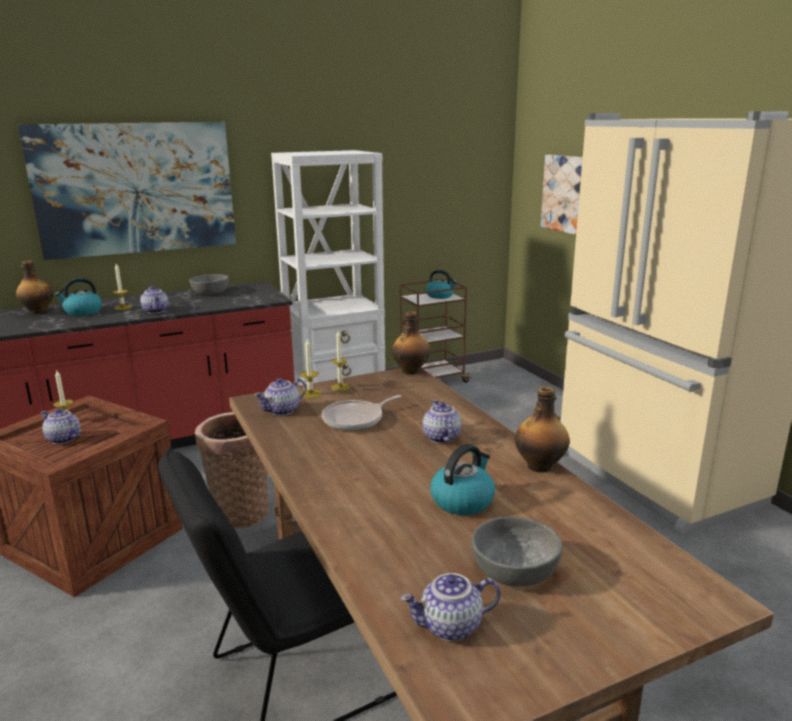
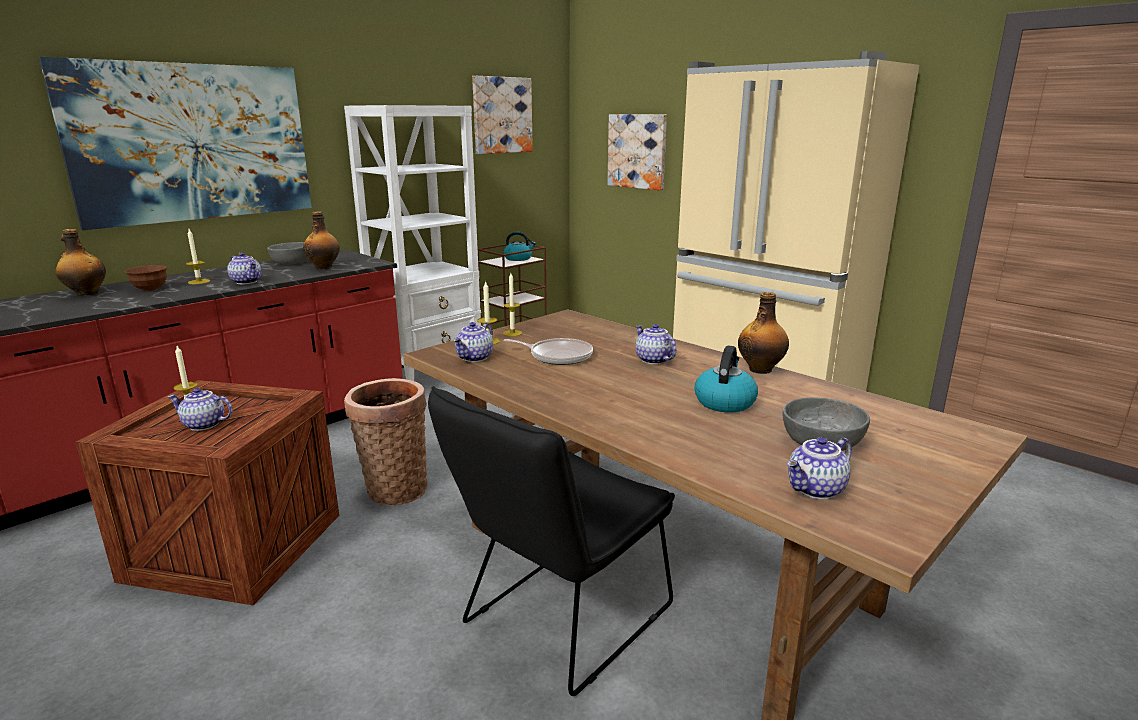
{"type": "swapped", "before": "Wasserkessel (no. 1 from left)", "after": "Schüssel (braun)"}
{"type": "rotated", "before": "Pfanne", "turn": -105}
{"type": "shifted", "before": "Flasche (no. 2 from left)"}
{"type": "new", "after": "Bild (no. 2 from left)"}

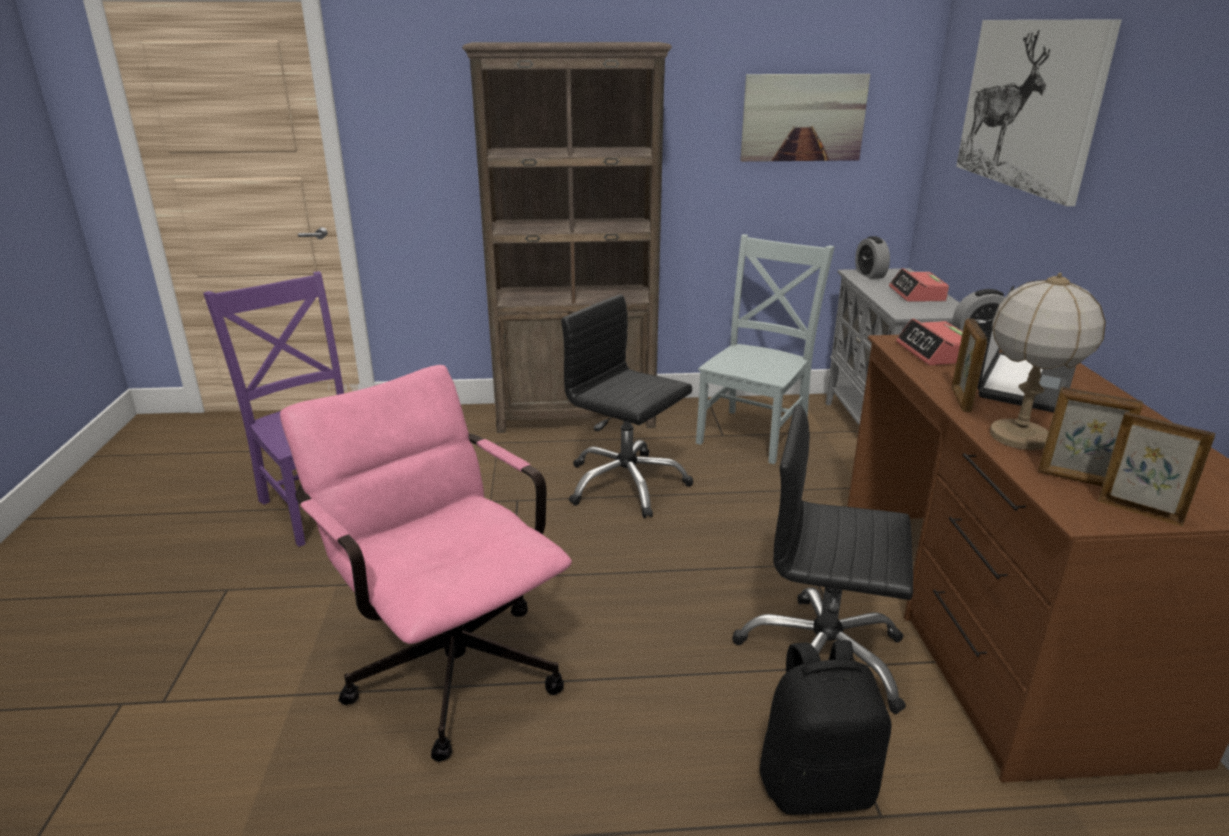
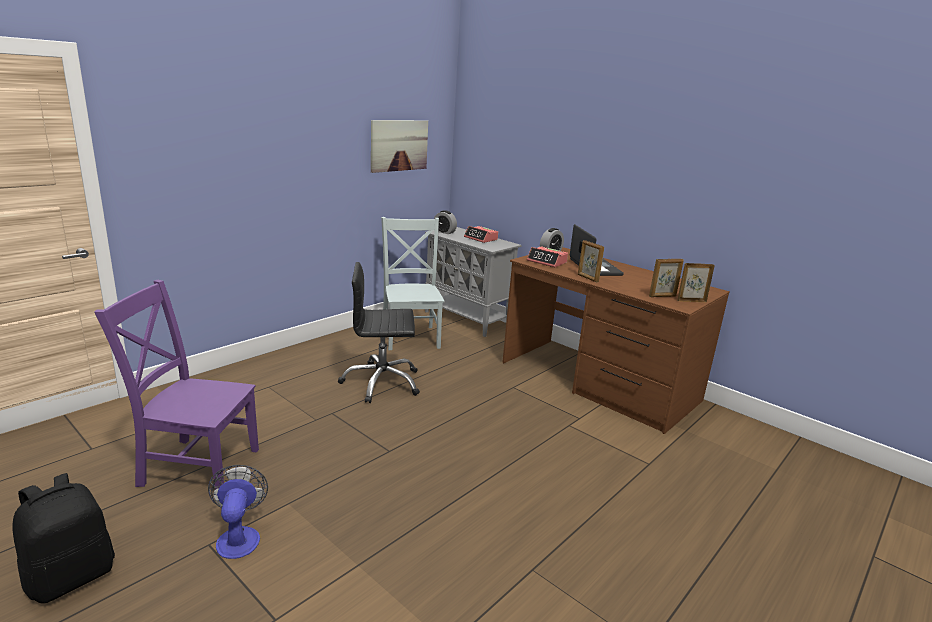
{"type": "gone", "before": "Bürostuhl (rosa)"}
{"type": "gone", "before": "Bücherregal (braun)"}
{"type": "gone", "before": "Bürostuhl (schwarz) (no. 2 from left)"}
{"type": "shifted", "before": "Rucksack (schwarz)"}
{"type": "gone", "before": "Bild (no. 2 from left)"}
{"type": "gone", "before": "Tischlampe"}
{"type": "new", "after": "Ventilator"}

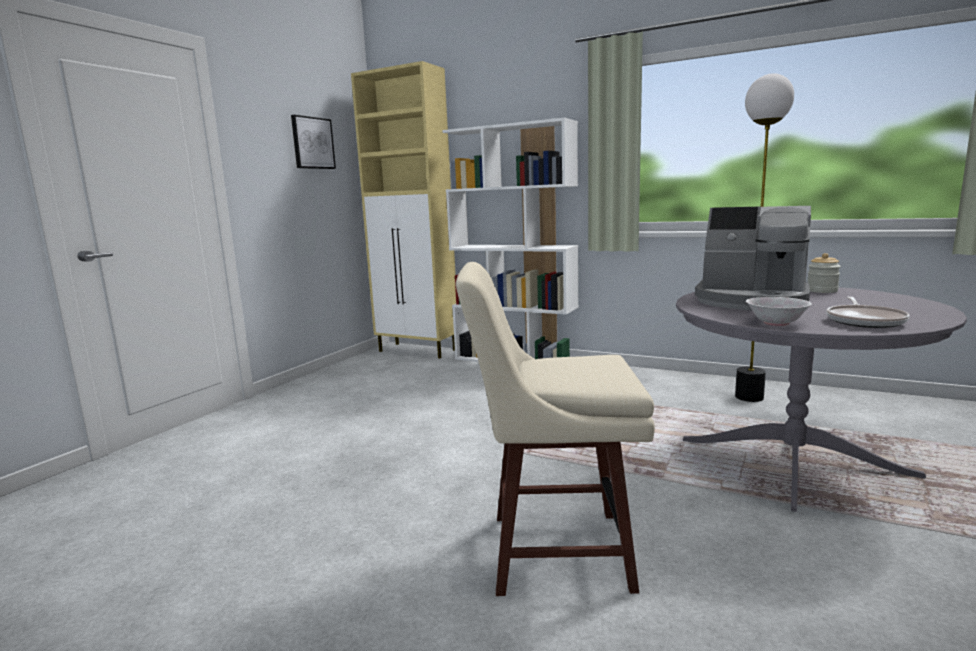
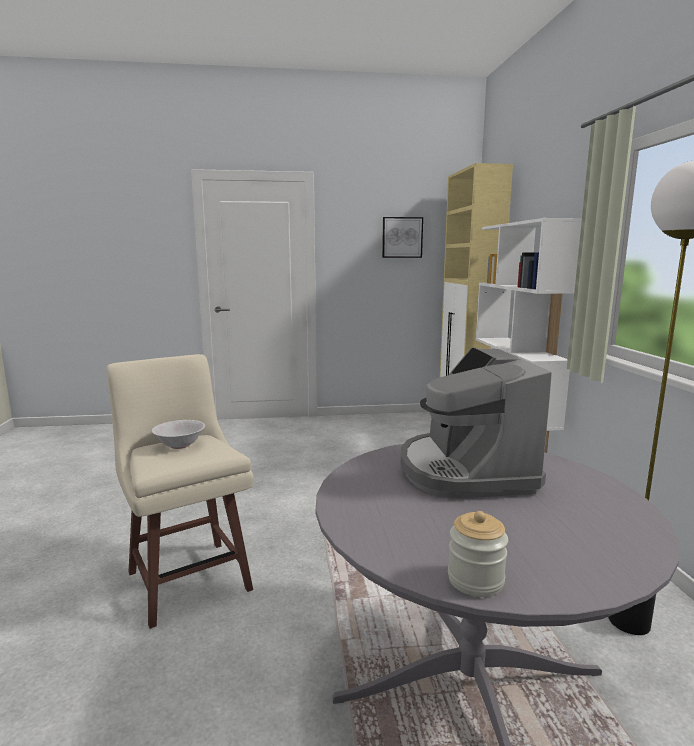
{"type": "shifted", "before": "Schüssel (weiß)"}
{"type": "shifted", "before": "Vorratsglas"}
{"type": "gone", "before": "Pfanne"}

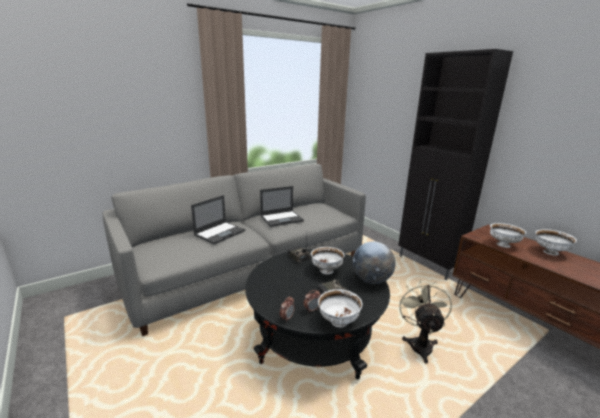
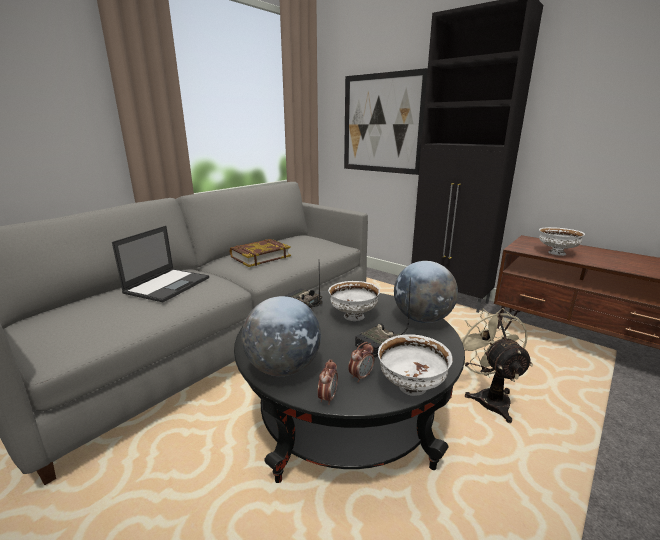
{"type": "swapped", "before": "Laptop (no. 2 from left)", "after": "Buch"}
{"type": "gone", "before": "Schüssel (weiß) (no. 4 from left)"}
{"type": "new", "after": "Globus (no. 1 from left)"}
{"type": "new", "after": "Bild"}

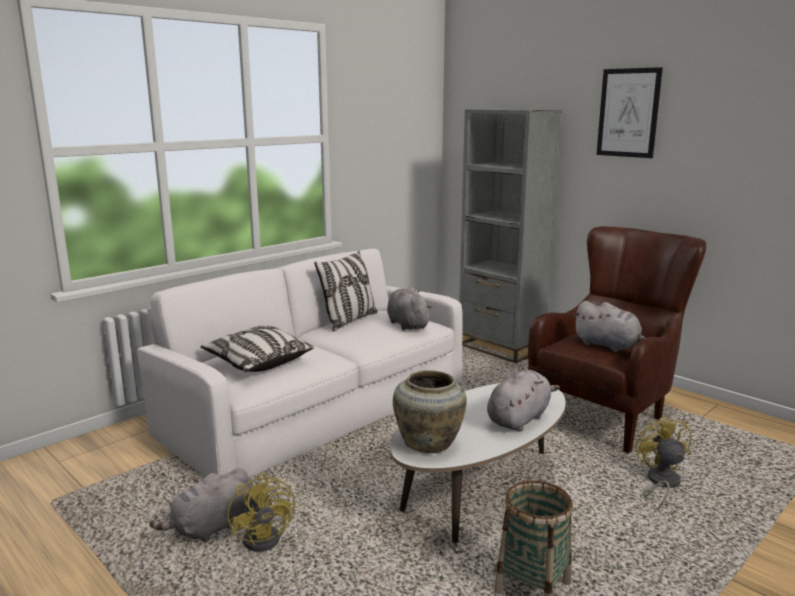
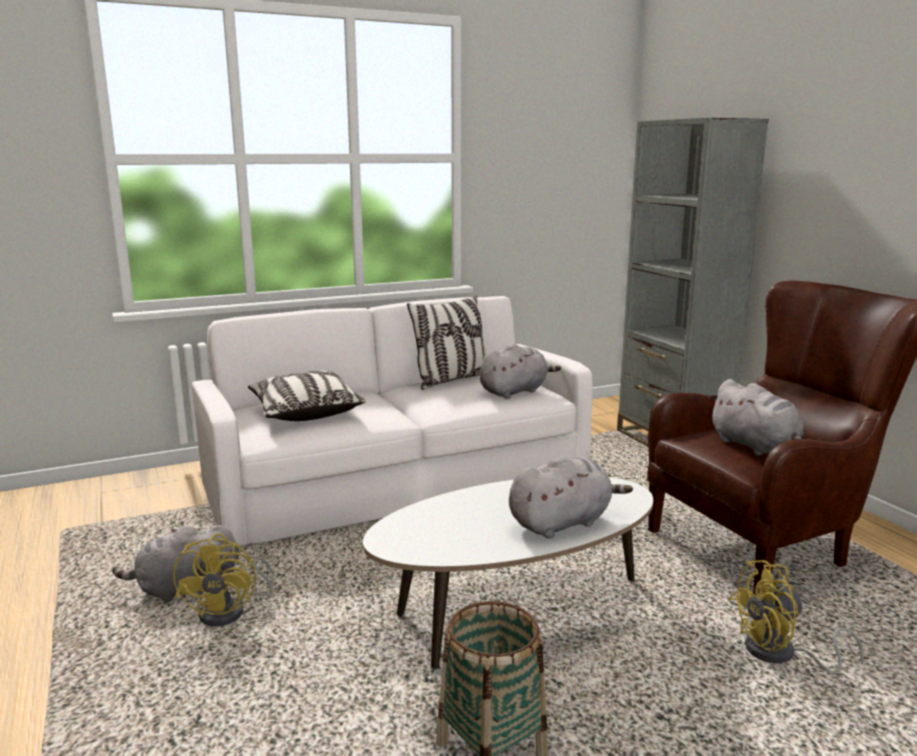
{"type": "rotated", "before": "Plüschtier (grau) (no. 2 from left)", "turn": 60}
{"type": "gone", "before": "Vase (beige)"}
{"type": "gone", "before": "Bild"}
{"type": "rotated", "before": "Ventilator (gelb) (no. 2 from left)", "turn": -120}

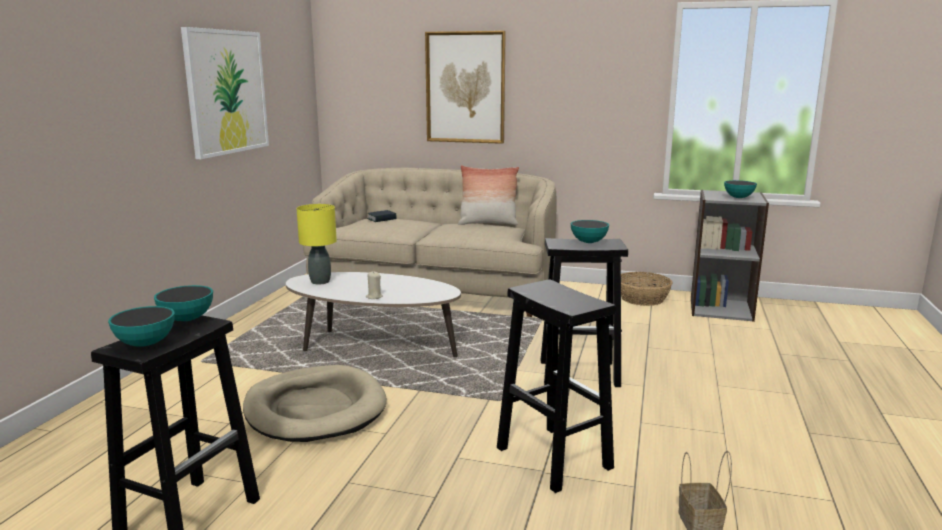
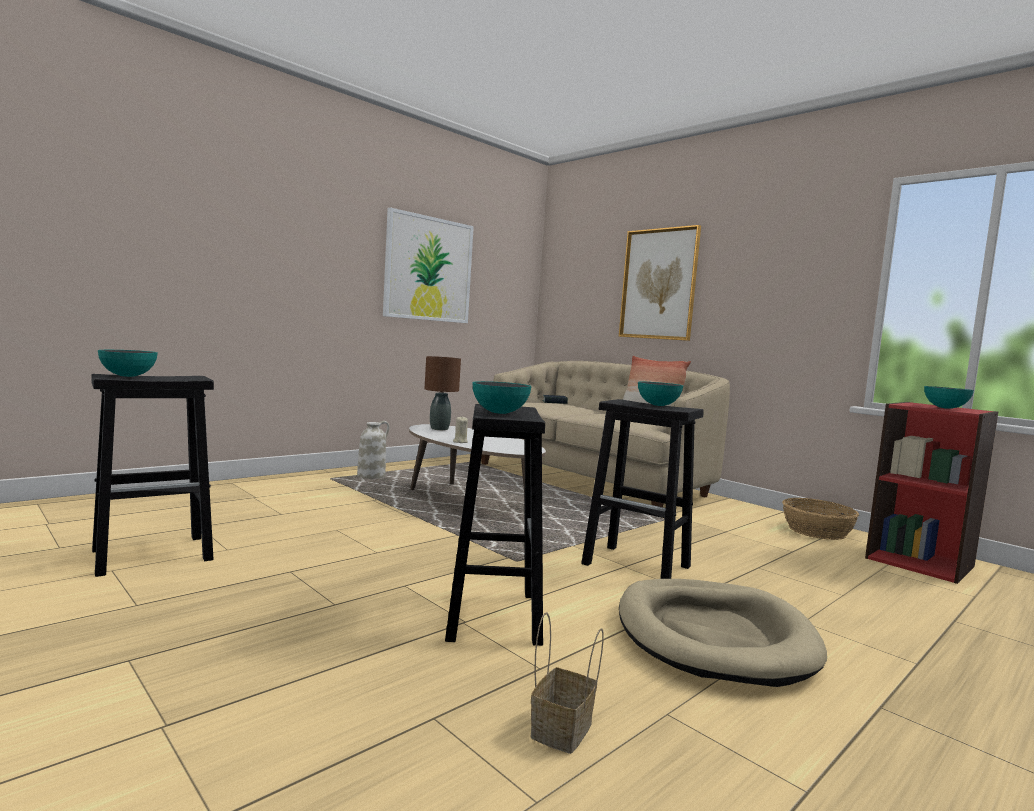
{"type": "shifted", "before": "Schüssel (no. 2 from left)"}
{"type": "shifted", "before": "Hundebett (beige)"}
{"type": "repainted", "before": "Tischlampe (gelb)", "after": "Tischlampe (braun)"}
{"type": "repainted", "before": "Bücherregal (grau)", "after": "Bücherregal (rot)"}
{"type": "new", "after": "Vase (weiß)"}

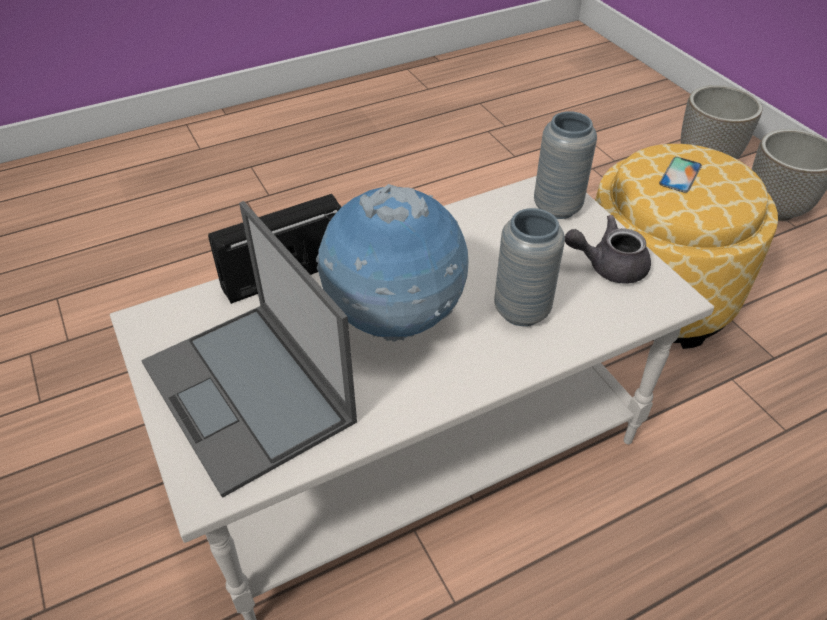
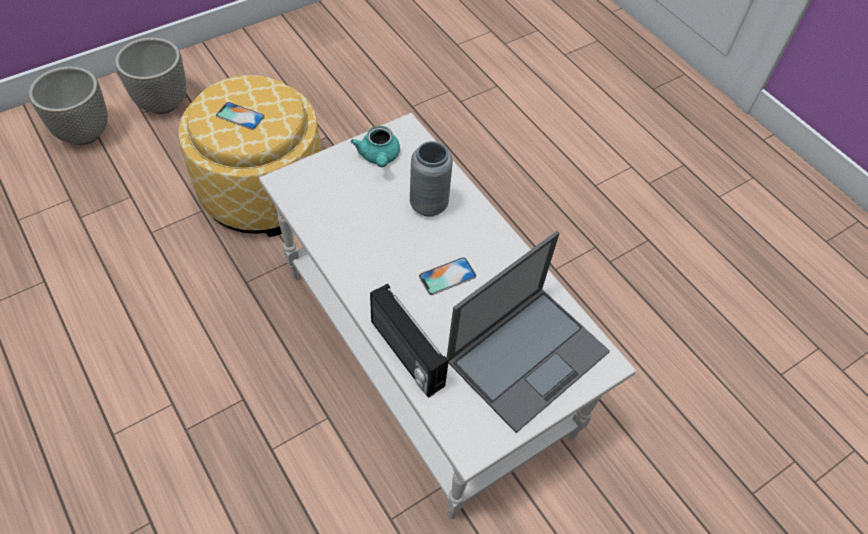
{"type": "swapped", "before": "Globus", "after": "Handy (no. 2 from left)"}
{"type": "gone", "before": "Vase (grau) (no. 2 from left)"}
{"type": "repainted", "before": "Teekanne (grau)", "after": "Teekanne (türkis)"}

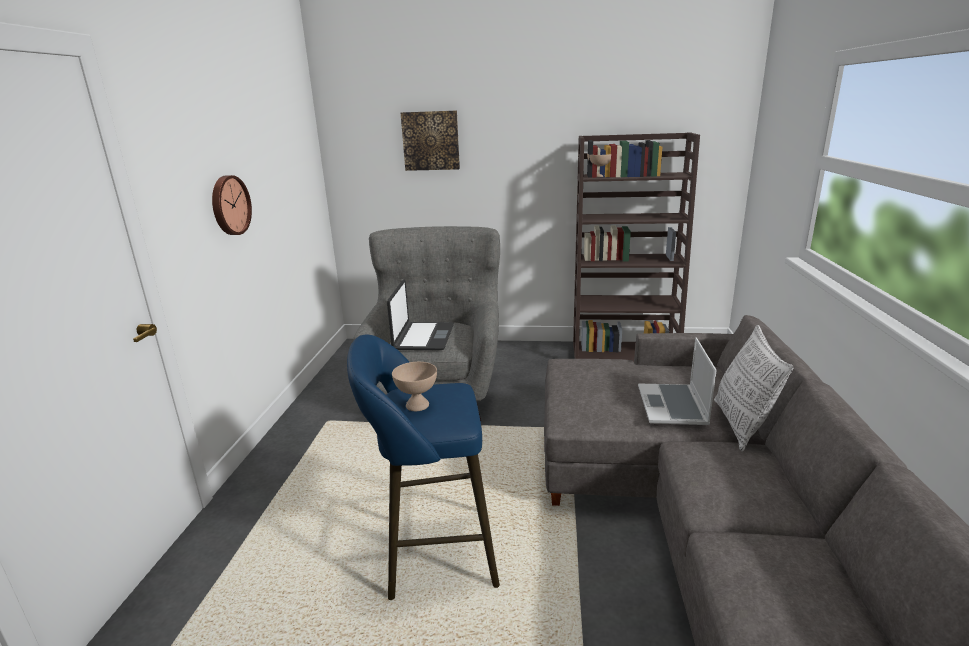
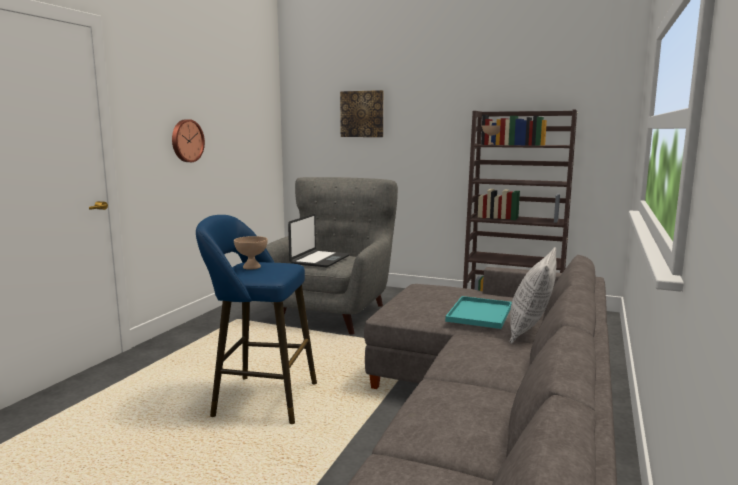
{"type": "swapped", "before": "Laptop (no. 2 from left)", "after": "Tablett (türkis)"}

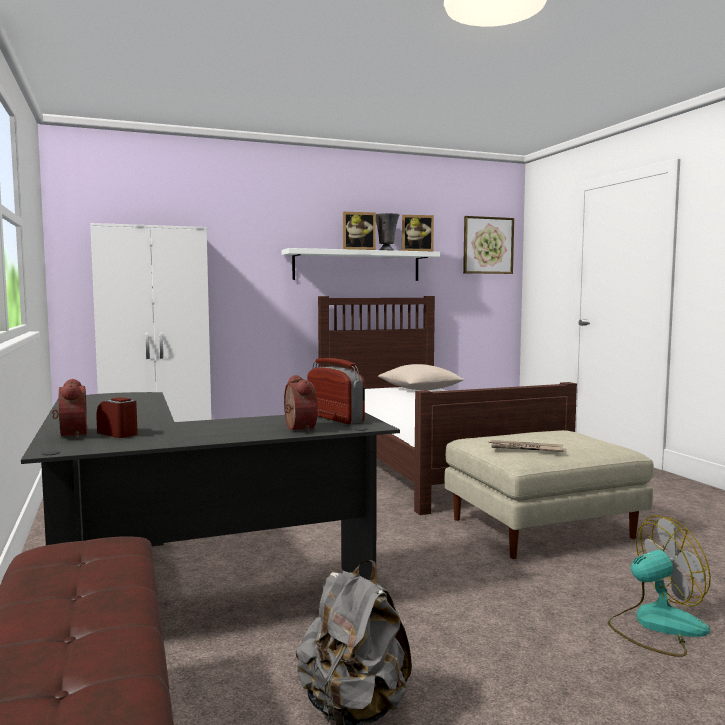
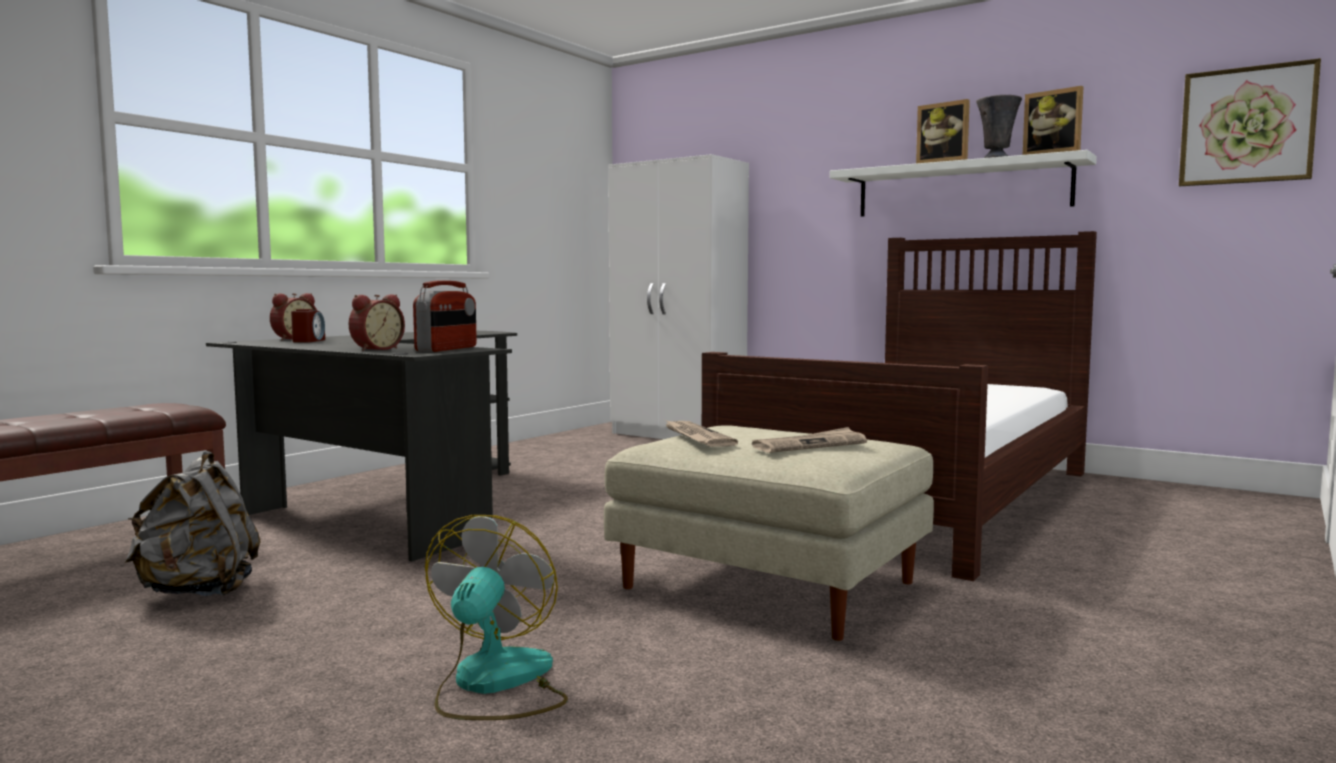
{"type": "gone", "before": "Kissen (beige)"}
{"type": "rotated", "before": "Ventilator", "turn": -120}
{"type": "new", "after": "Zeitung (no. 2 from left)"}

